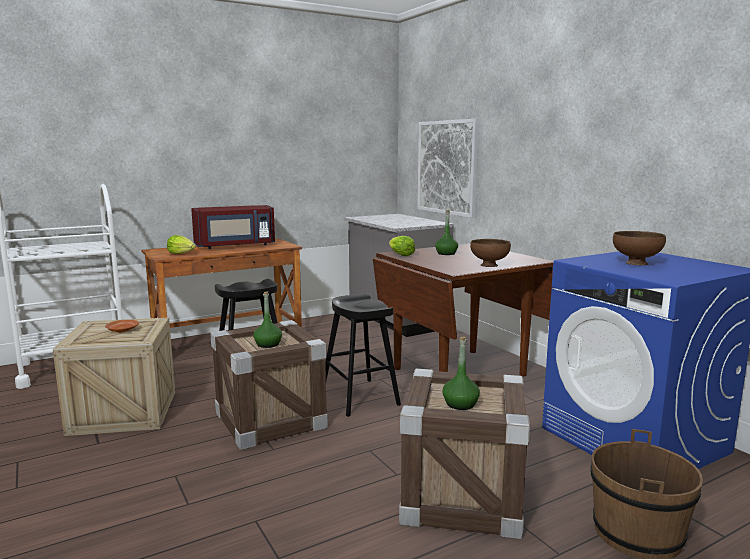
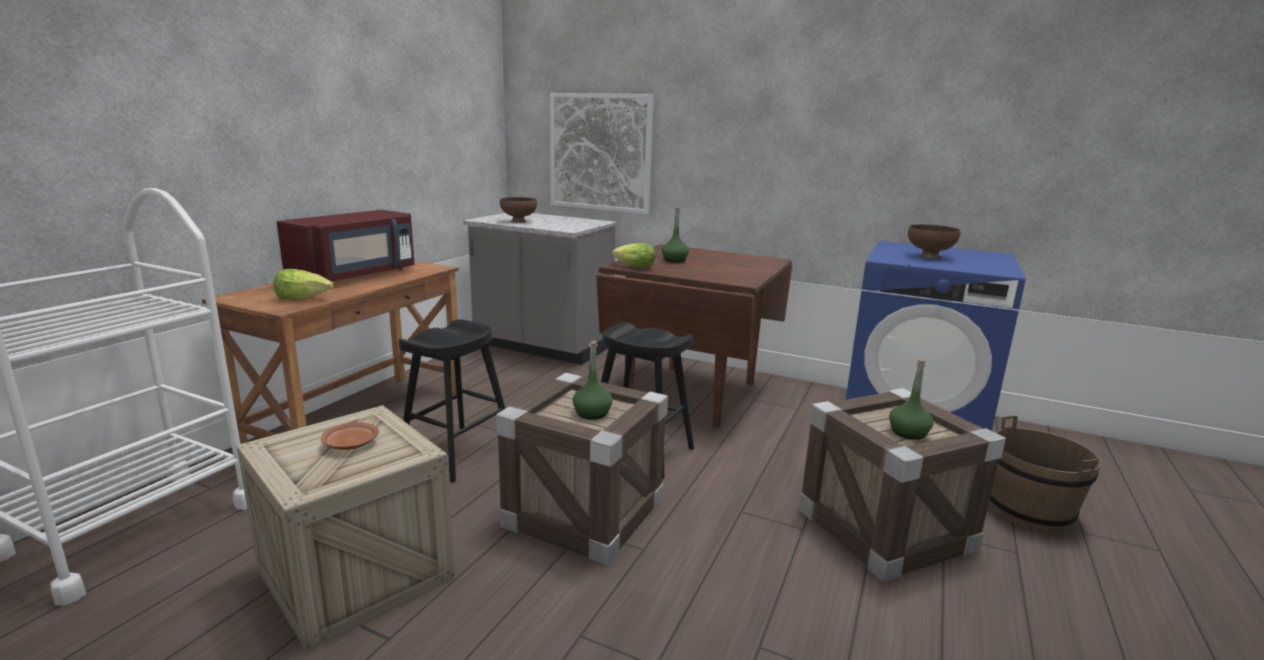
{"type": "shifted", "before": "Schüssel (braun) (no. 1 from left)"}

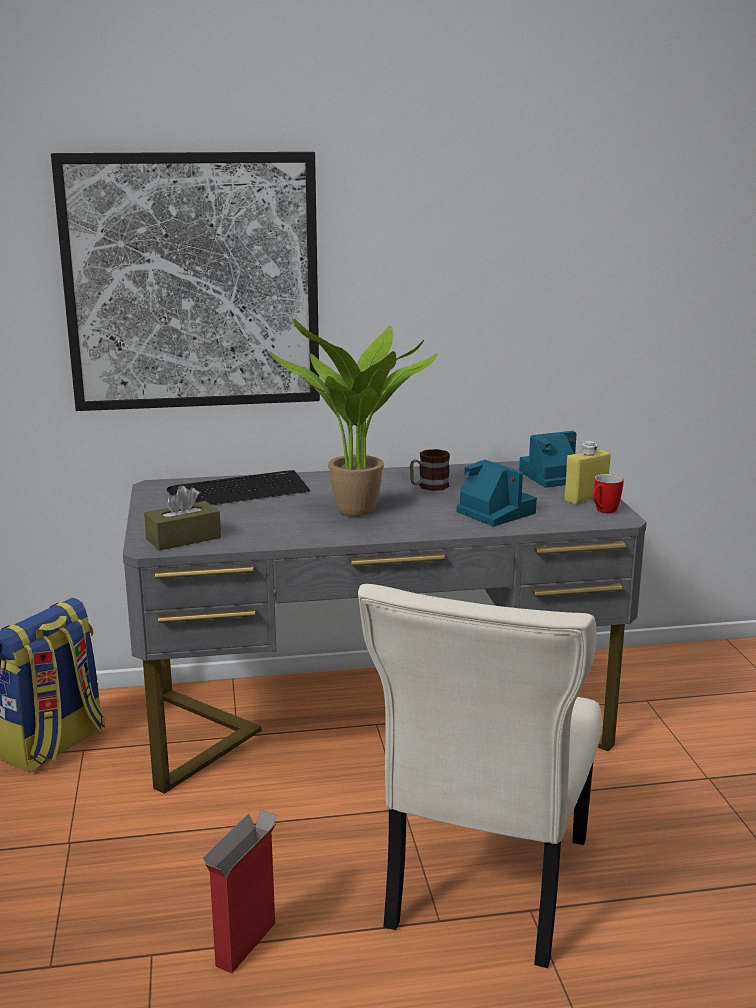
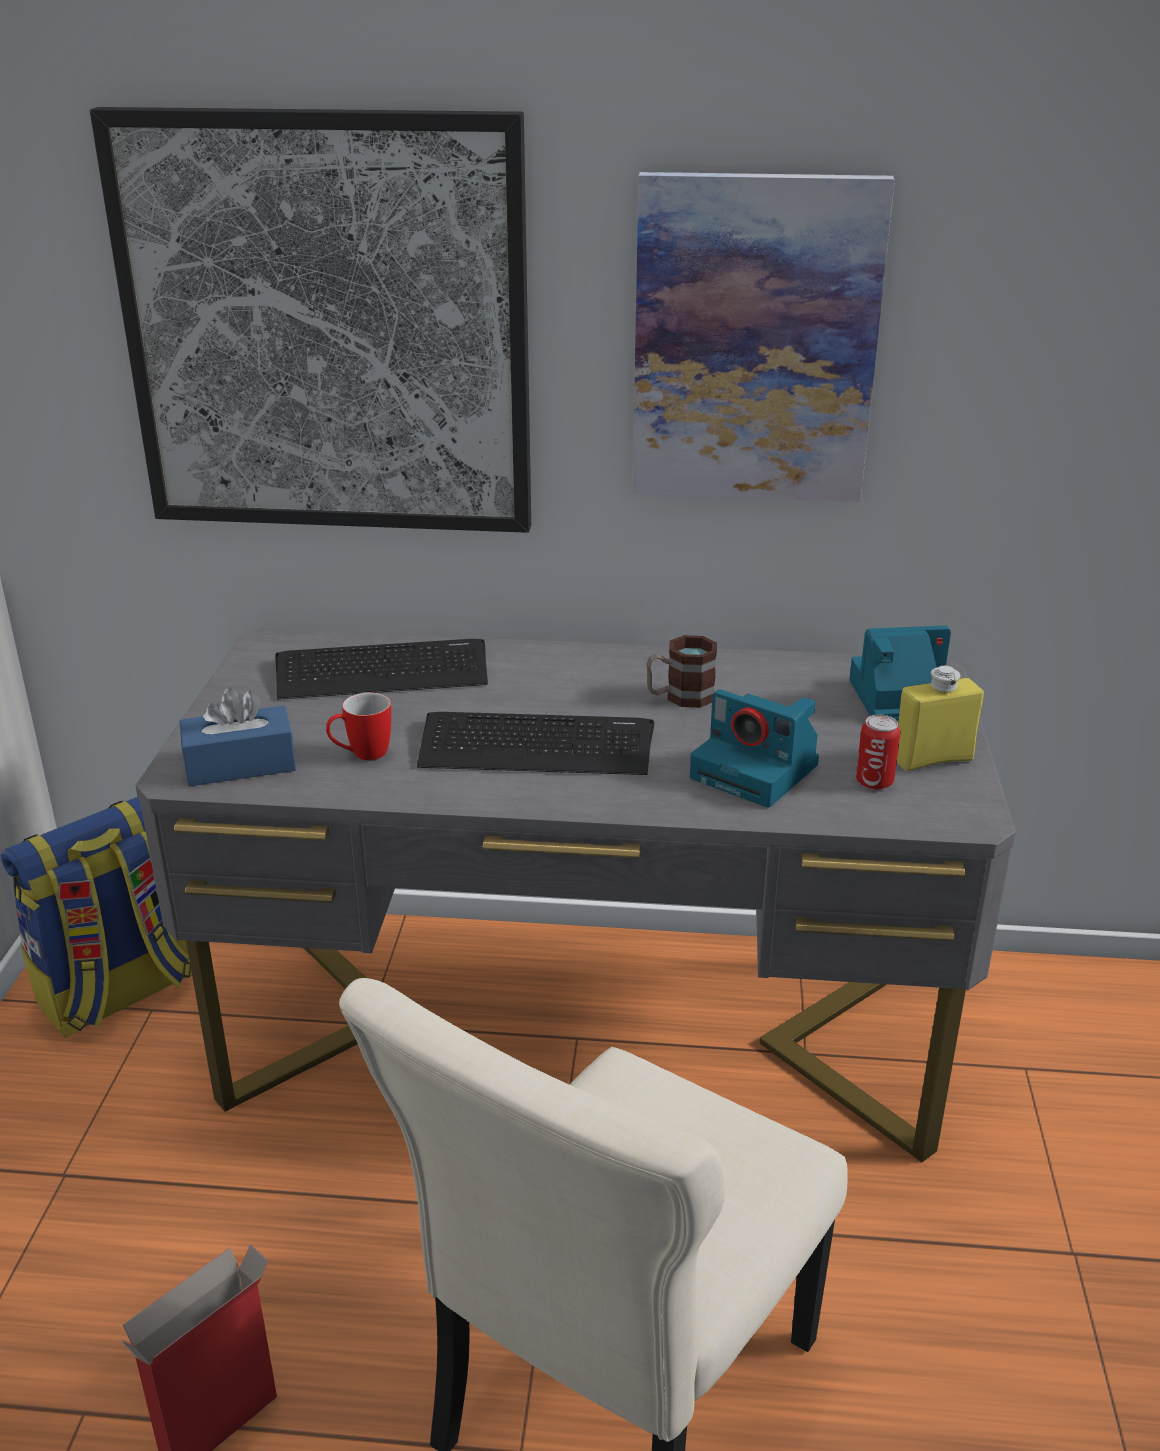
{"type": "repainted", "before": "Taschentuchbox (braun)", "after": "Taschentuchbox (blau)"}
{"type": "swapped", "before": "Topfpflanze", "after": "Tastatur (no. 2 from left)"}
{"type": "rotated", "before": "Kamera (no. 1 from left)", "turn": 150}
{"type": "shifted", "before": "Henkelbecher (no. 2 from left in the first image)", "after": "Henkelbecher (no. 1 from left)"}
{"type": "new", "after": "Bild (no. 2 from left)"}
{"type": "new", "after": "Dose"}

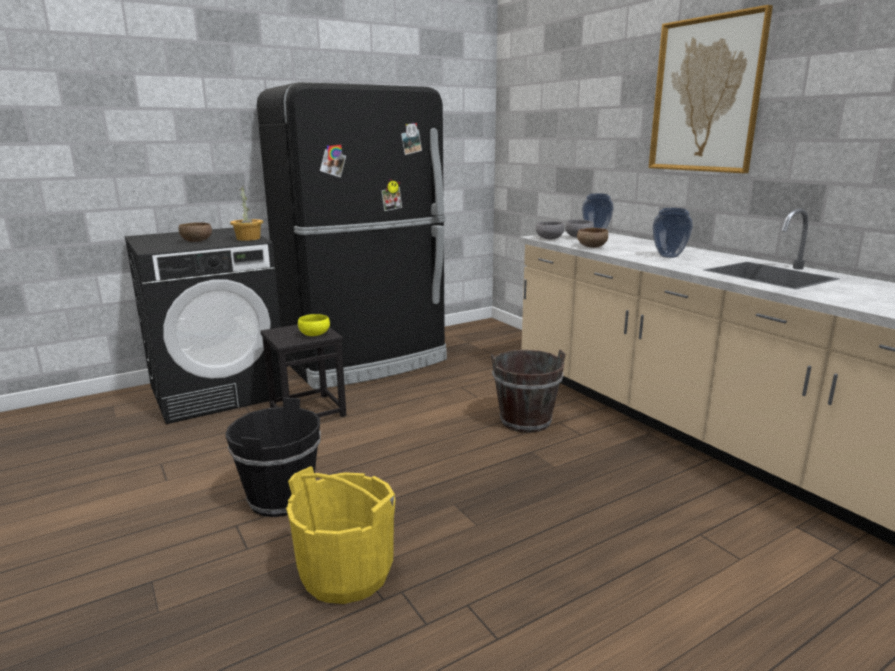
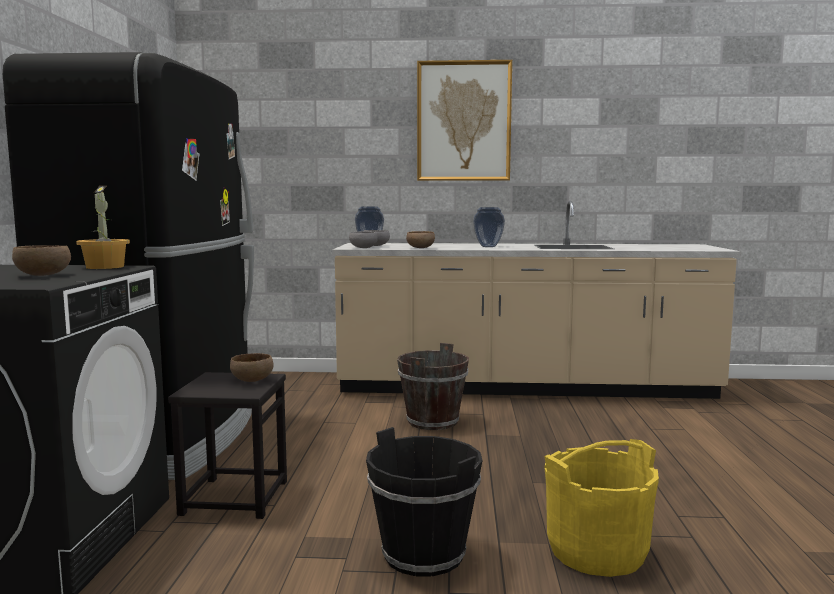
{"type": "repainted", "before": "Schüssel (gelb)", "after": "Schüssel (braun) (no. 2 from left)"}

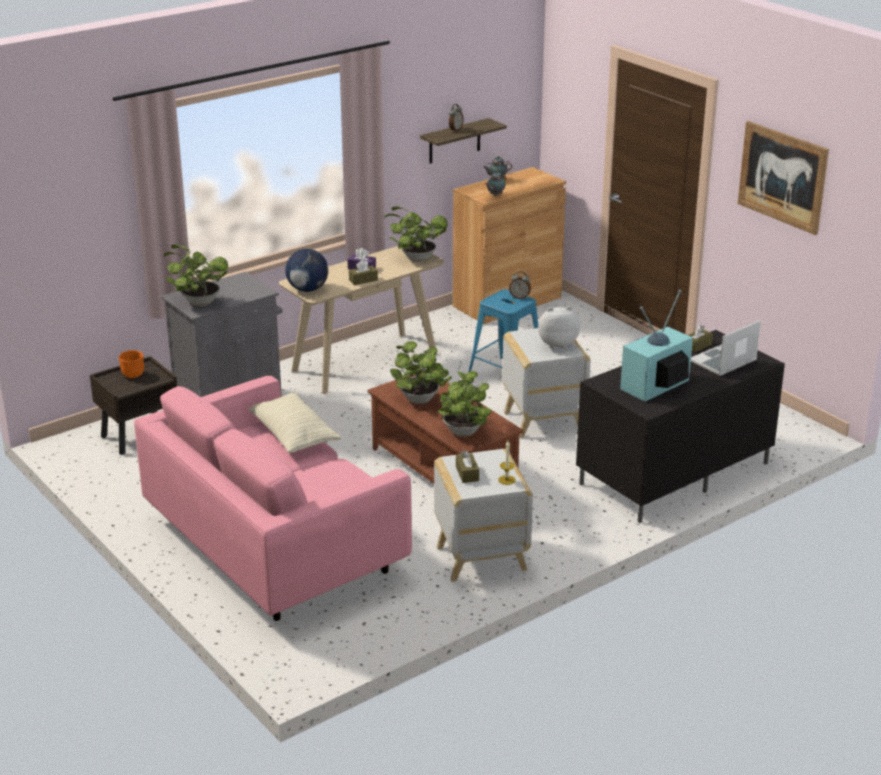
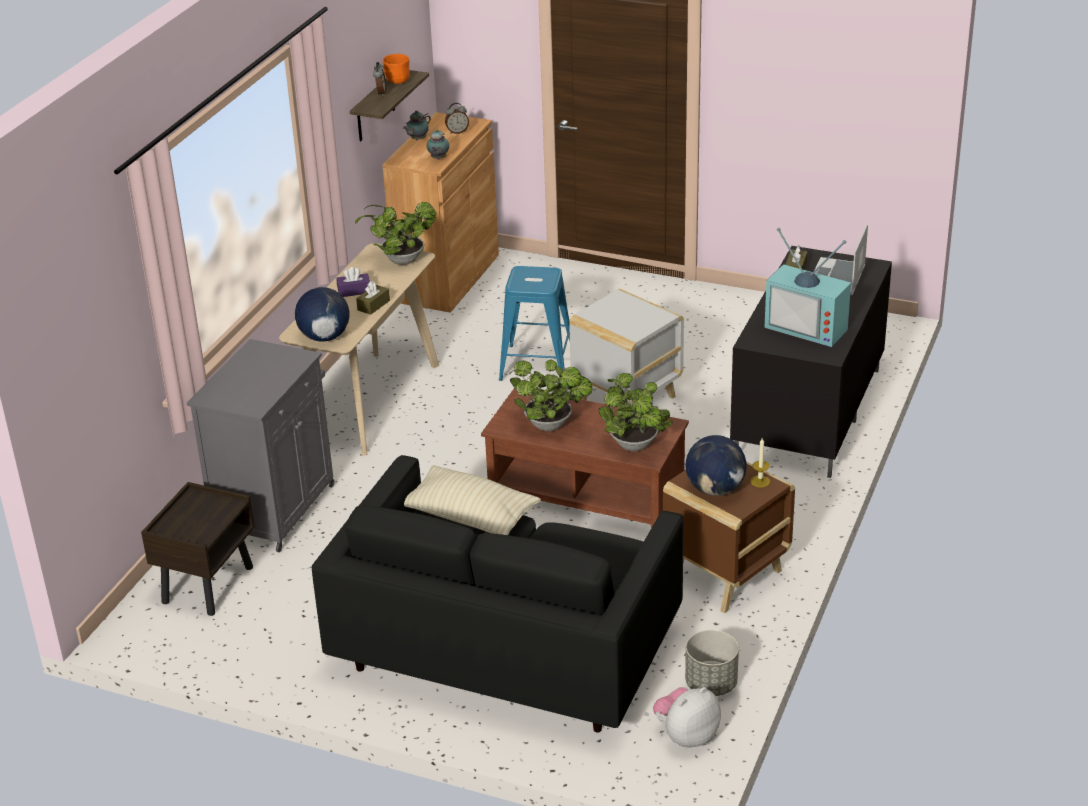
{"type": "shifted", "before": "Schüssel (orange)"}
{"type": "repainted", "before": "Sofa (rosa)", "after": "Sofa (schwarz)"}
{"type": "gone", "before": "Topfpflanze (no. 1 from left)"}
{"type": "repainted", "before": "Beistelltisch (weiß) (no. 1 from left)", "after": "Beistelltisch (braun)"}
{"type": "swapped", "before": "Taschentuchbox (braun) (no. 2 from left)", "after": "Globus (no. 2 from left)"}
{"type": "shifted", "before": "Wecker (no. 2 from left)"}
{"type": "shifted", "before": "Plüschtier"}
{"type": "rotated", "before": "Fernseher", "turn": -75}
{"type": "gone", "before": "Bild"}
{"type": "new", "after": "Pflanzkübel (grau)"}

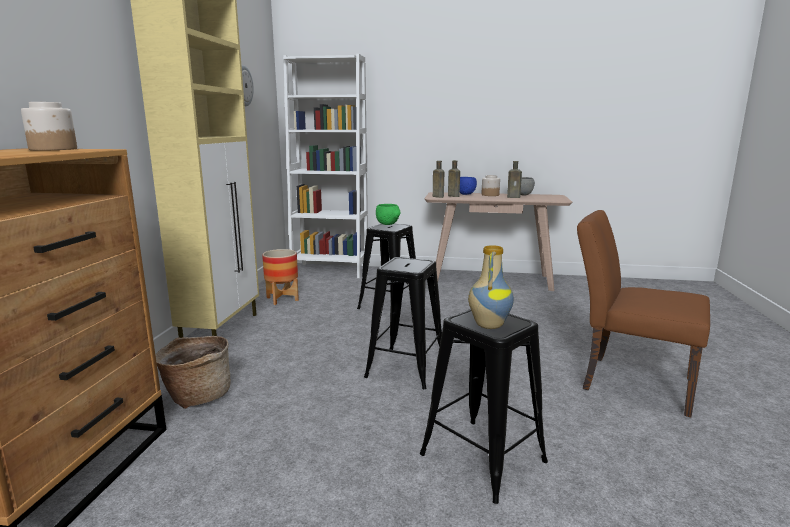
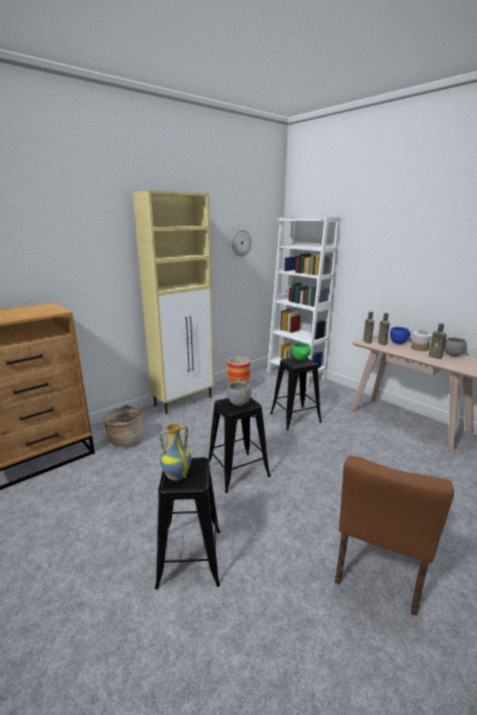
{"type": "gone", "before": "Vorratsglas (no. 1 from left)"}
{"type": "rotated", "before": "Stuhl (braun)", "turn": -135}
{"type": "new", "after": "Schüssel (grau) (no. 1 from left)"}

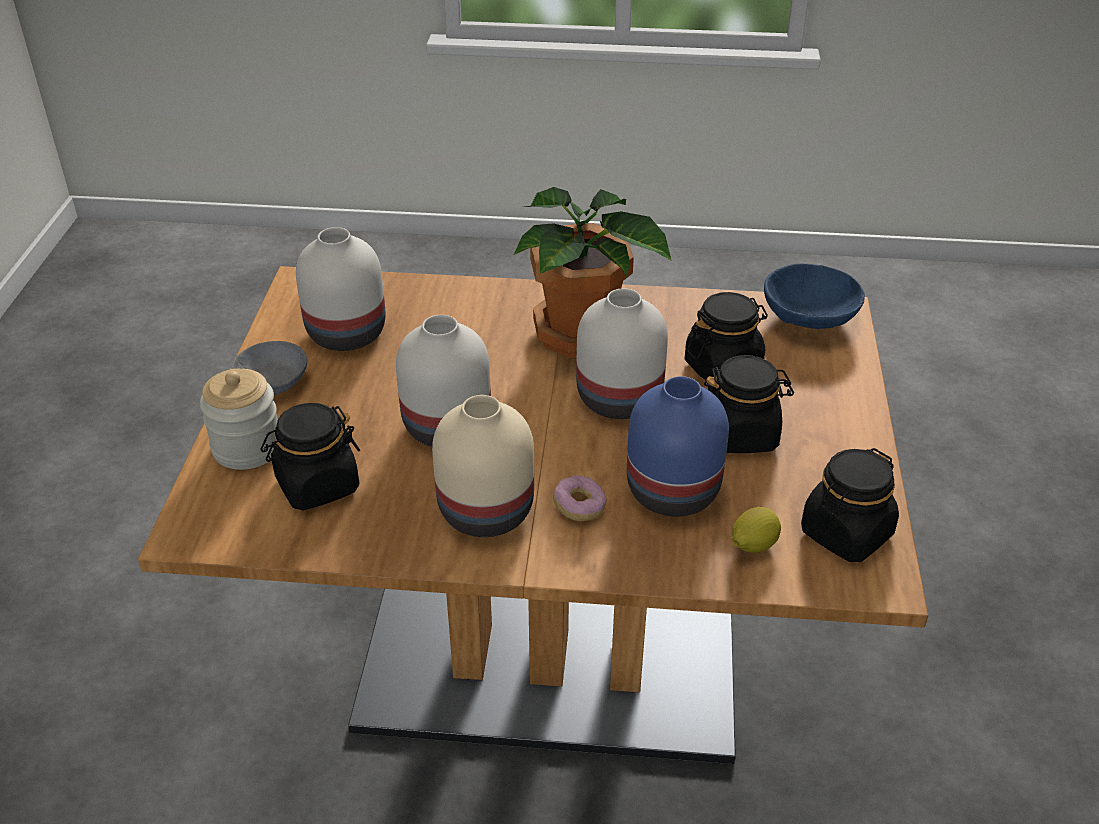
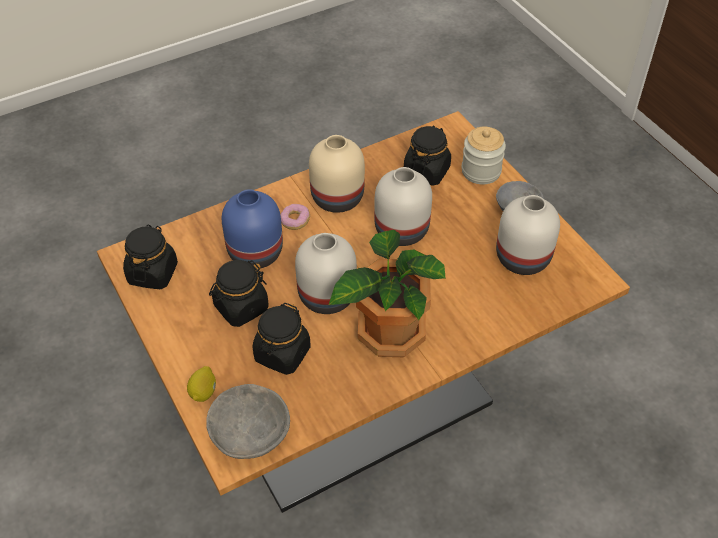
{"type": "shifted", "before": "Zitrone"}
{"type": "repainted", "before": "Schüssel (blau)", "after": "Schüssel (grau) (no. 1 from left)"}

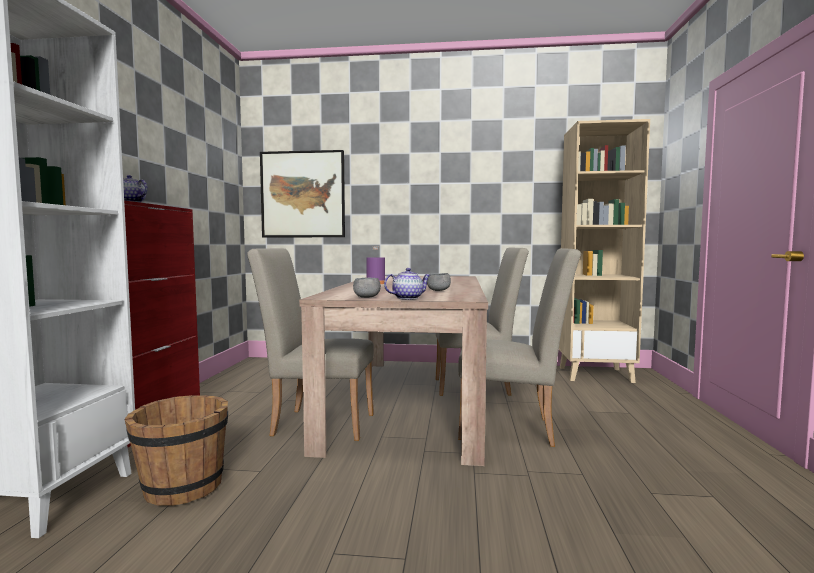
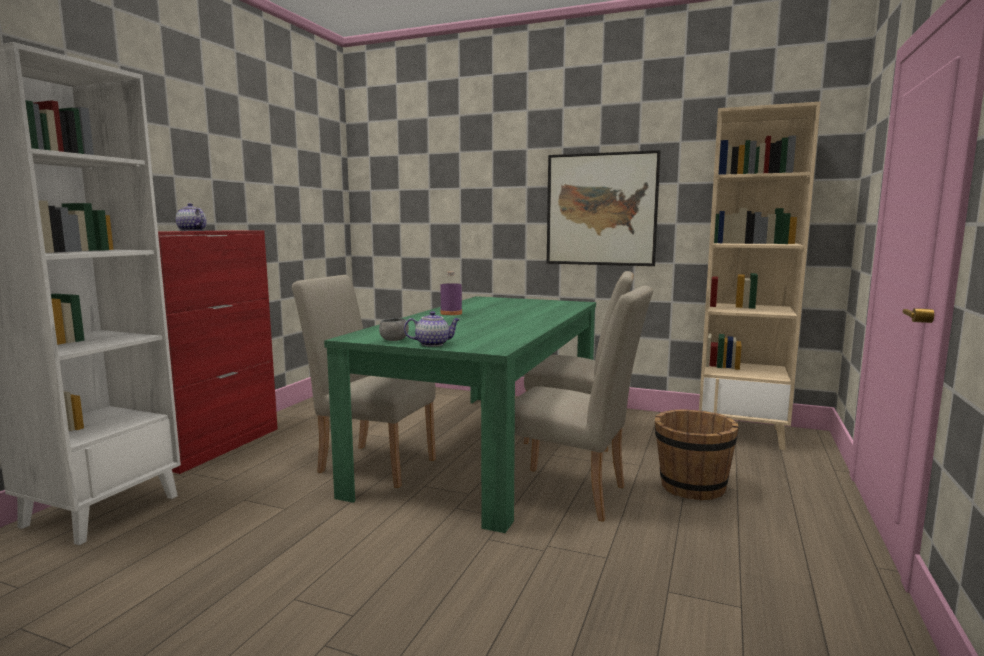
{"type": "shifted", "before": "Eimer (braun)"}
{"type": "shifted", "before": "Bild"}
{"type": "repainted", "before": "Esstisch (beige)", "after": "Esstisch (grün)"}
{"type": "gone", "before": "Schüssel (grau) (no. 2 from left)"}

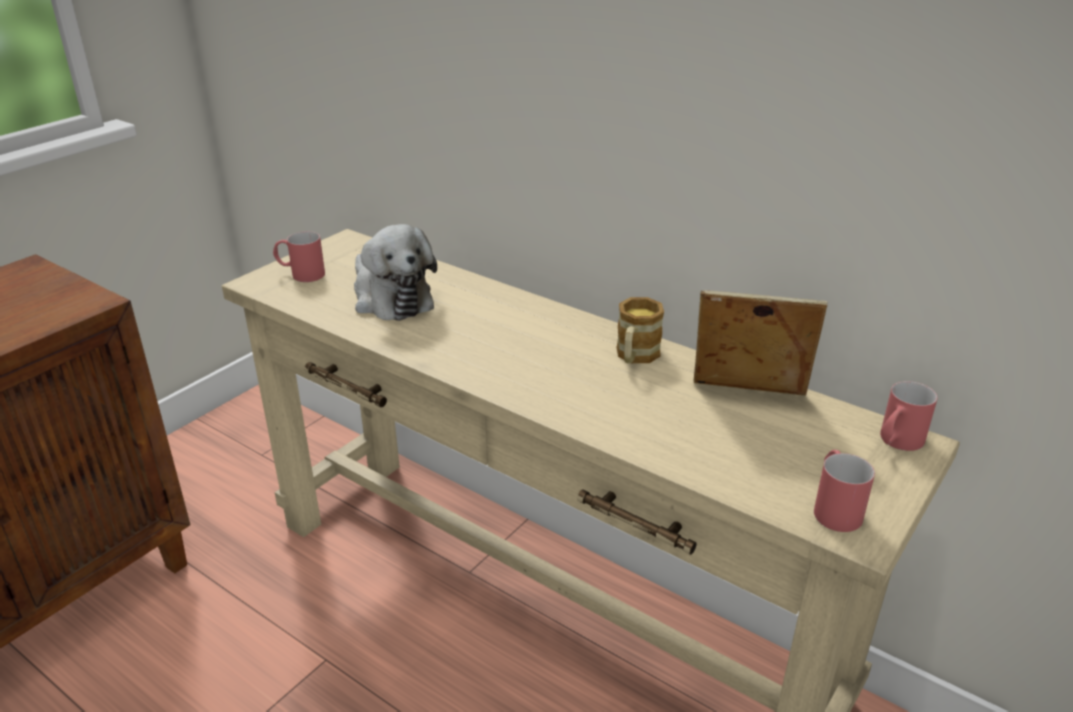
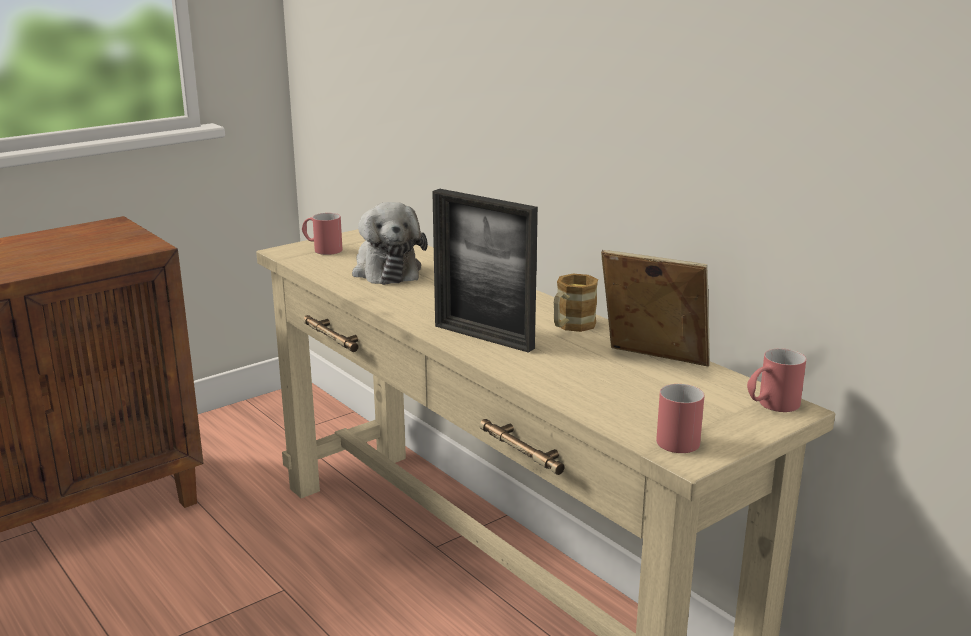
{"type": "new", "after": "Bilderrahmen (no. 1 from left)"}

